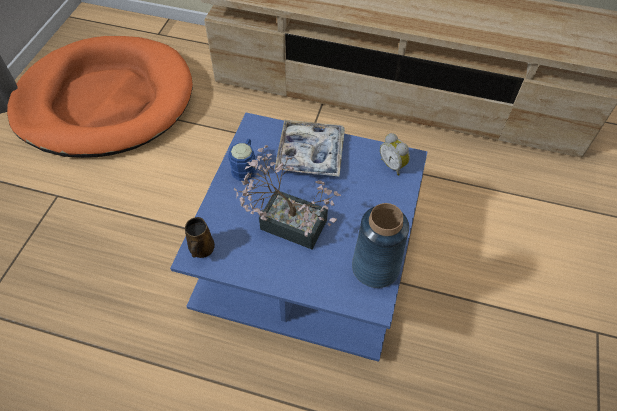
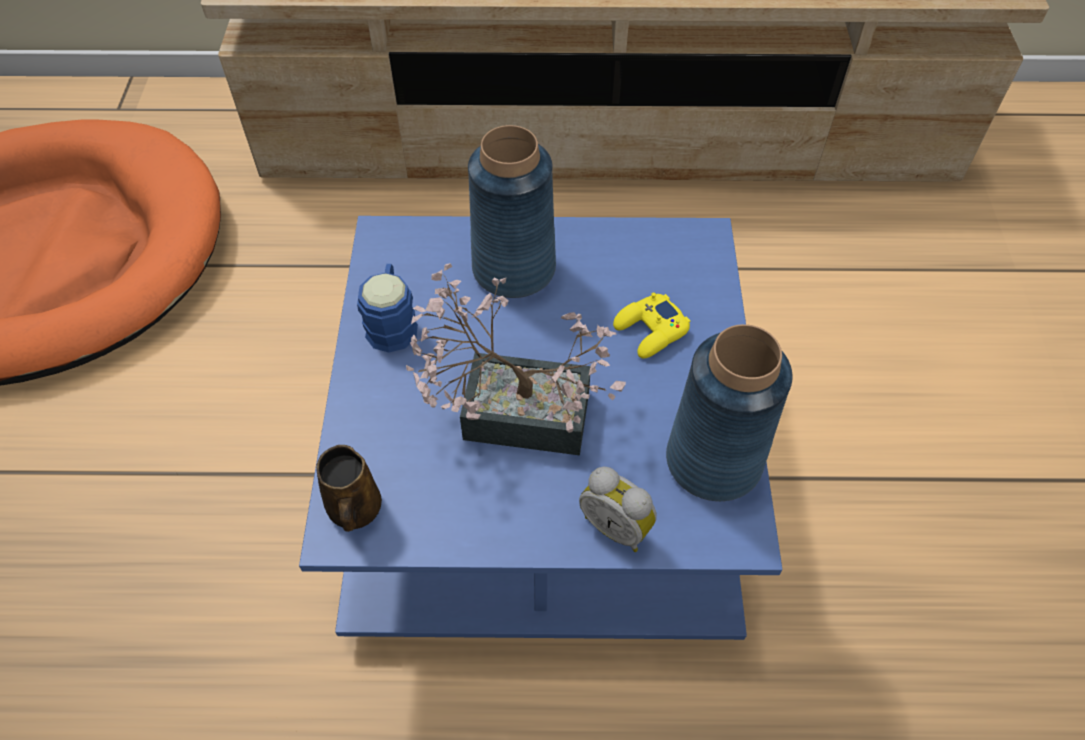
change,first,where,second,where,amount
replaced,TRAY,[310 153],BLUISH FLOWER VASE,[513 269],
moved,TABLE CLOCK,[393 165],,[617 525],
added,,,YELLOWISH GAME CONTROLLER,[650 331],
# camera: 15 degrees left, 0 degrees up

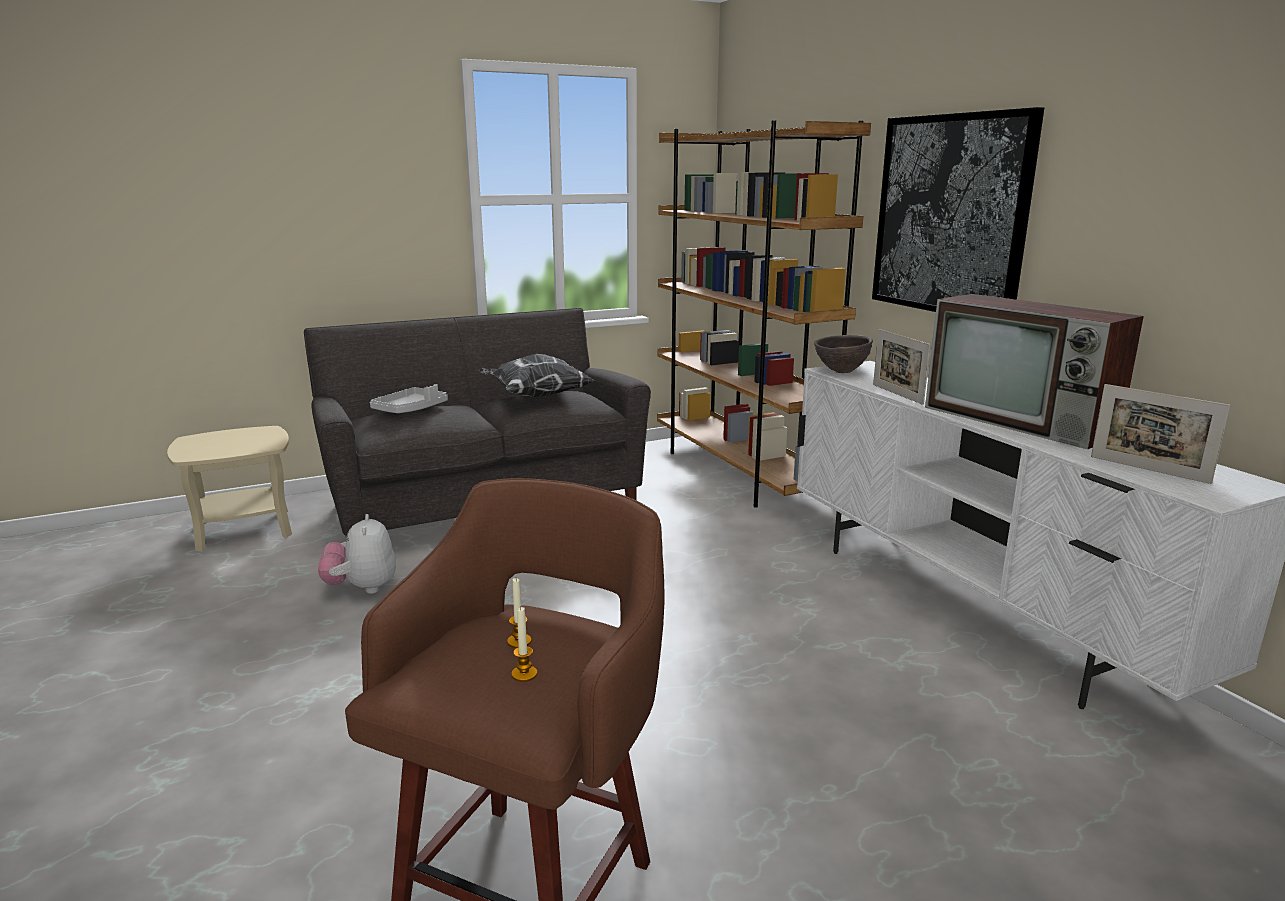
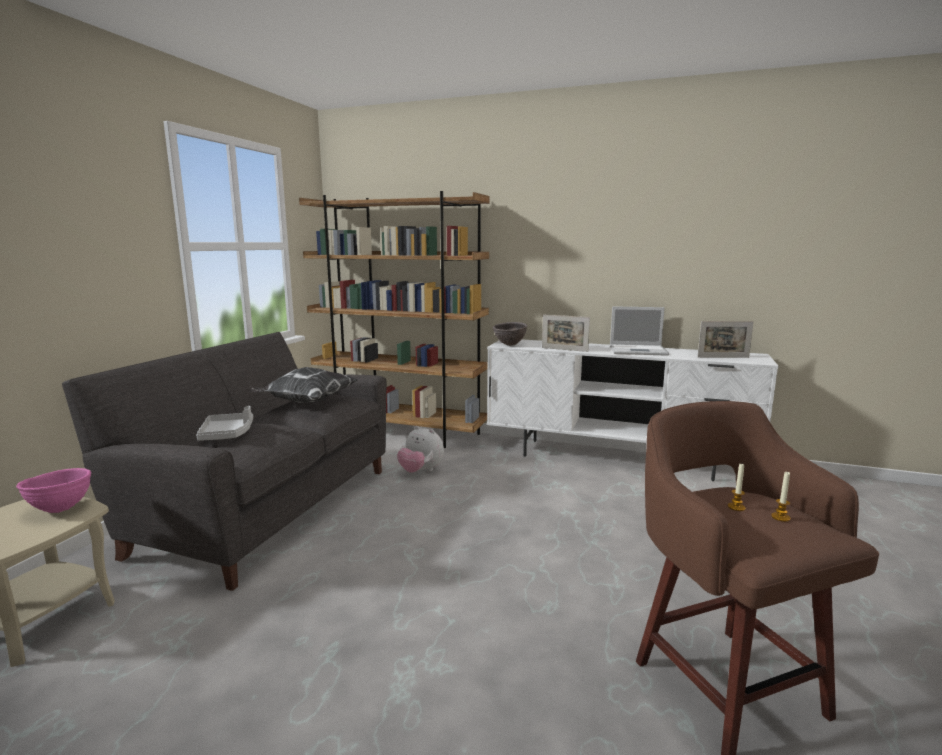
change,first,where,second,where,amount
moved,CUDDLY TOY,[362 588],,[421 471],
removed,WALL ART,[950 215],,,
replaced,TV SET,[1021 422],LAPTOP,[639 350],
added,,,PINKISH BOWL,[61 509],
# camera: 45 degrees left, 5 degrees down

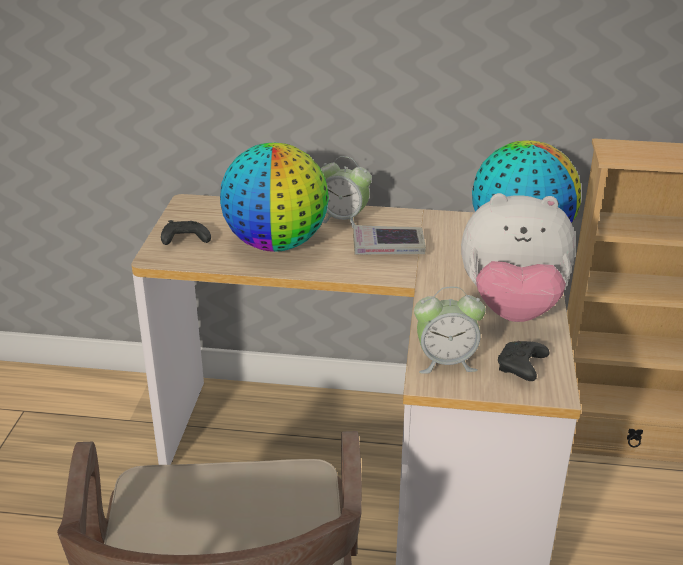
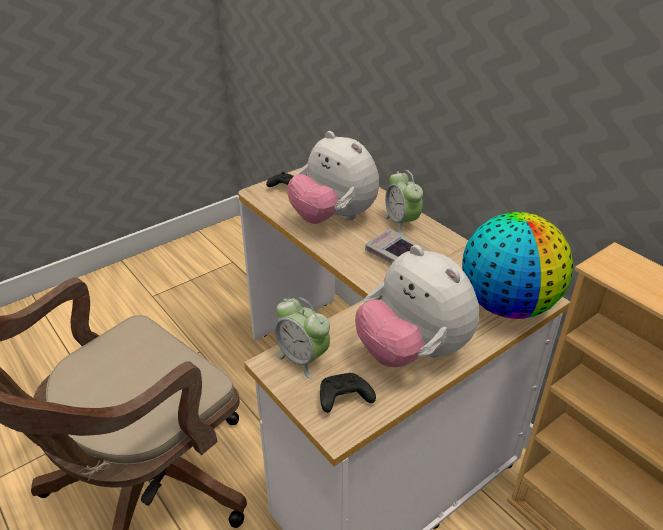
change,first,where,second,where,amount
replaced,DESK GLOBE,[276 244],CUDDLY TOY,[333 218],
# camera: 45 degrees right, 5 degrees up

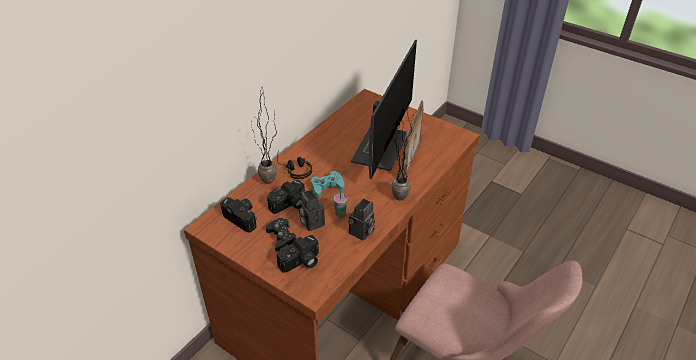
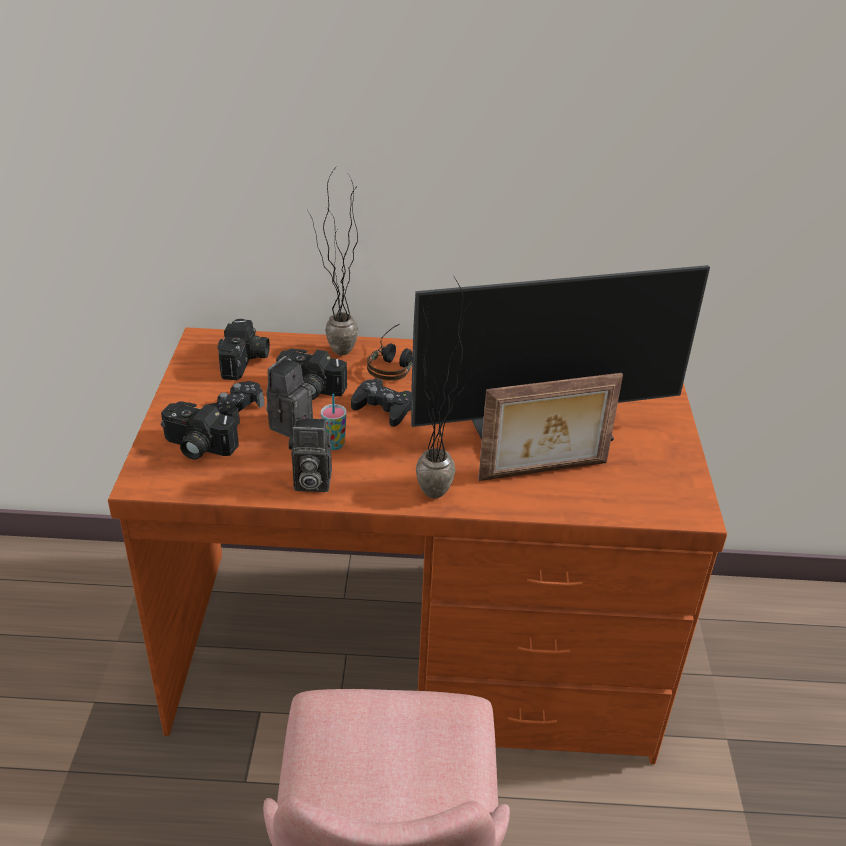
change,first,where,second,where,amount
recoloured,TURQUOISE GAME CONTROLLER,[327 187],BLACKISH GAME CONTROLLER,[383 408],
# camera: 55 degrees right, 5 degrees down

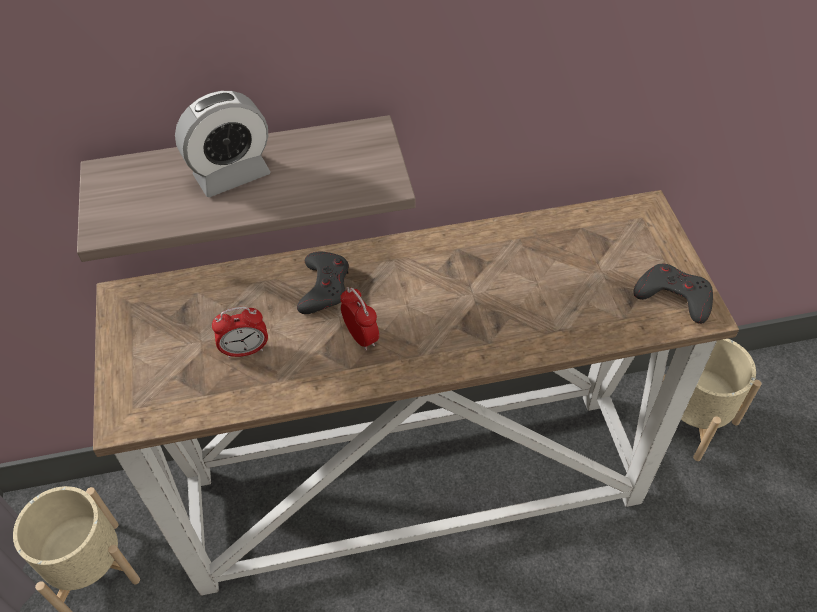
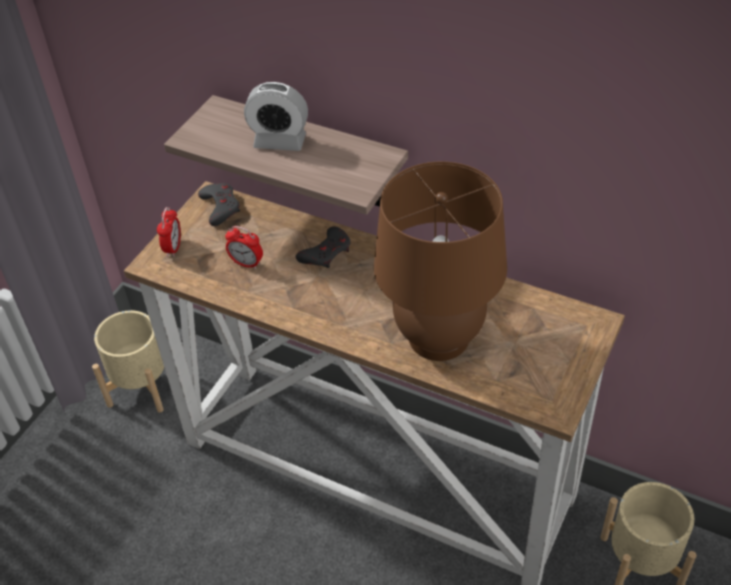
change,first,where,second,where,amount
moved,TABLE CLOCK,[361 336],,[173 248],
moved,GREY GAME CONTROLLER,[674 296],,[220 207],
added,,,BROWN-COLOURED LAMP FOR A TABLE,[438 337],
# camera: 40 degrees right, 5 degrees down

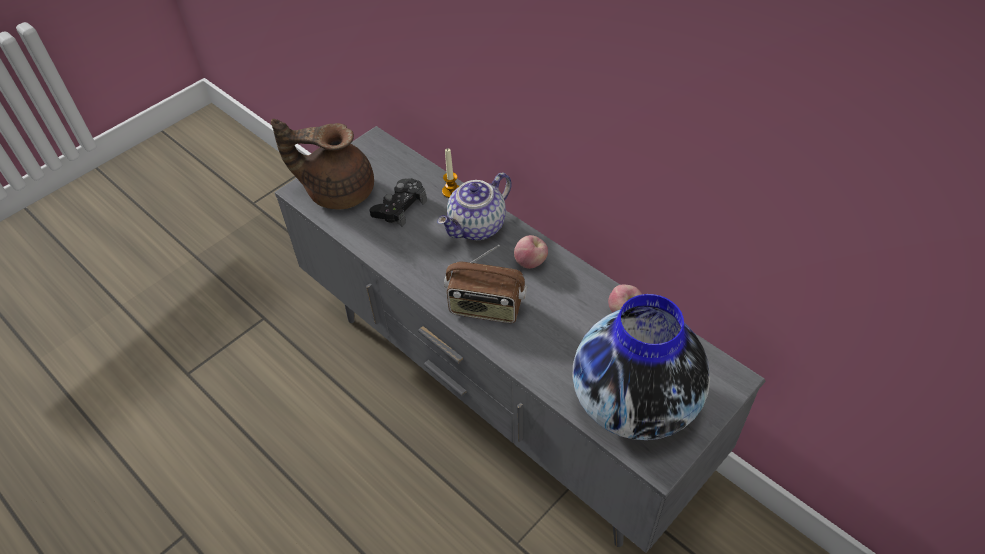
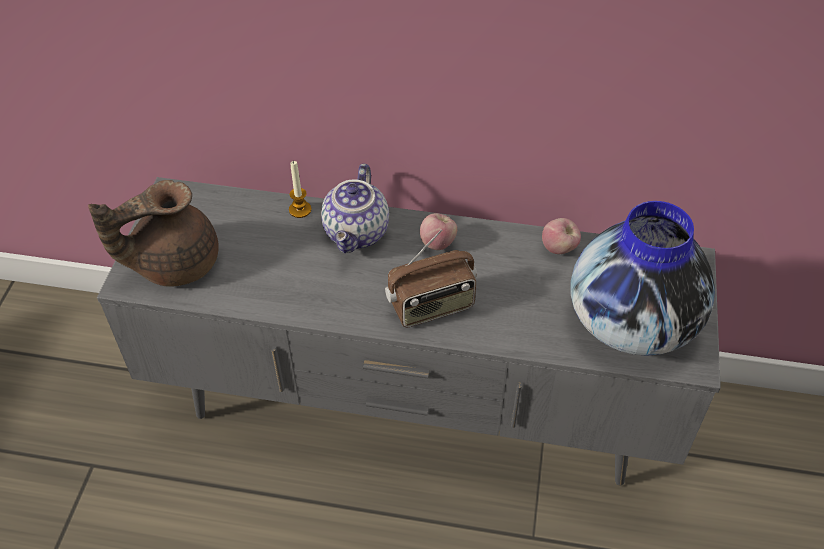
change,first,where,second,where,amount
removed,BLACKISH GAME CONTROLLER,[400 207],,,
# camera: 35 degrees left, 0 degrees up

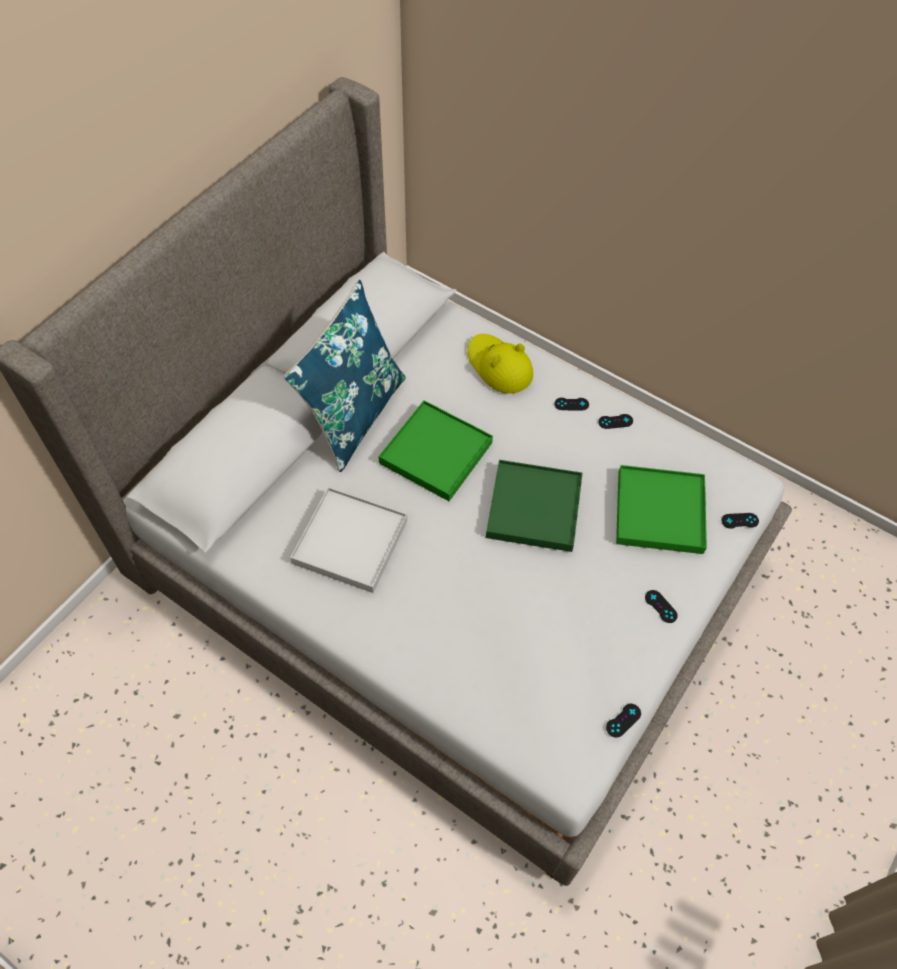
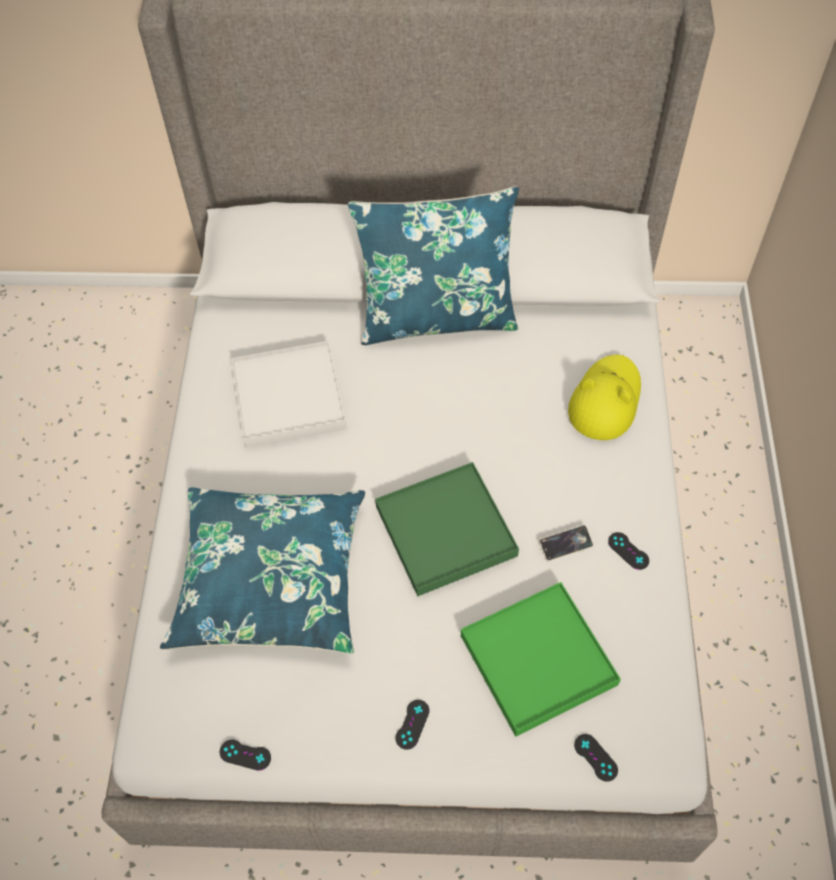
change,first,where,second,where,amount
removed,GREEN-COLOURED TRAY,[436 452],,,
removed,BLACKISH GAME CONTROLLER,[571 404],,,
added,,,BLUISH THROW PILLOW,[270 579],
added,,,TELEPHONE,[565 544],
# camera: 60 degrees right, 0 degrees up

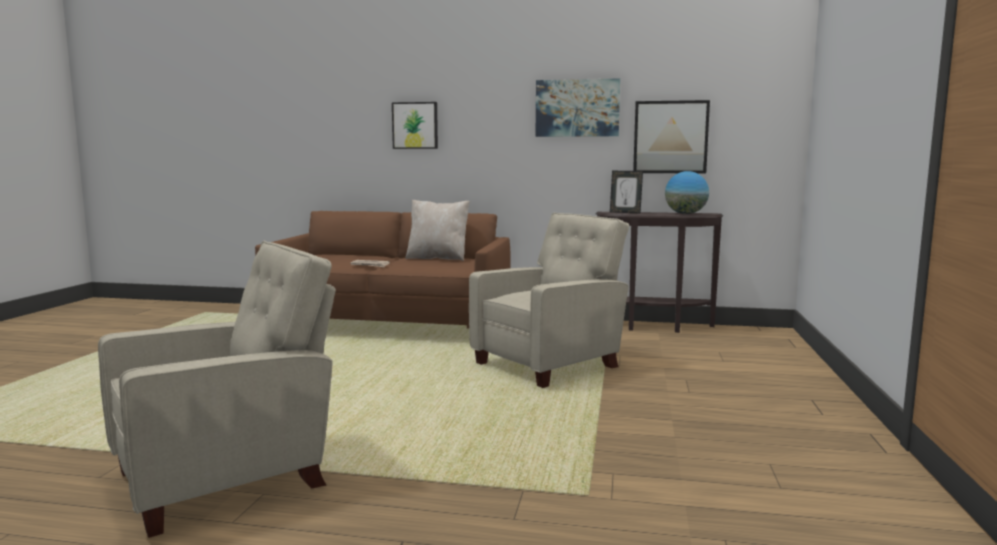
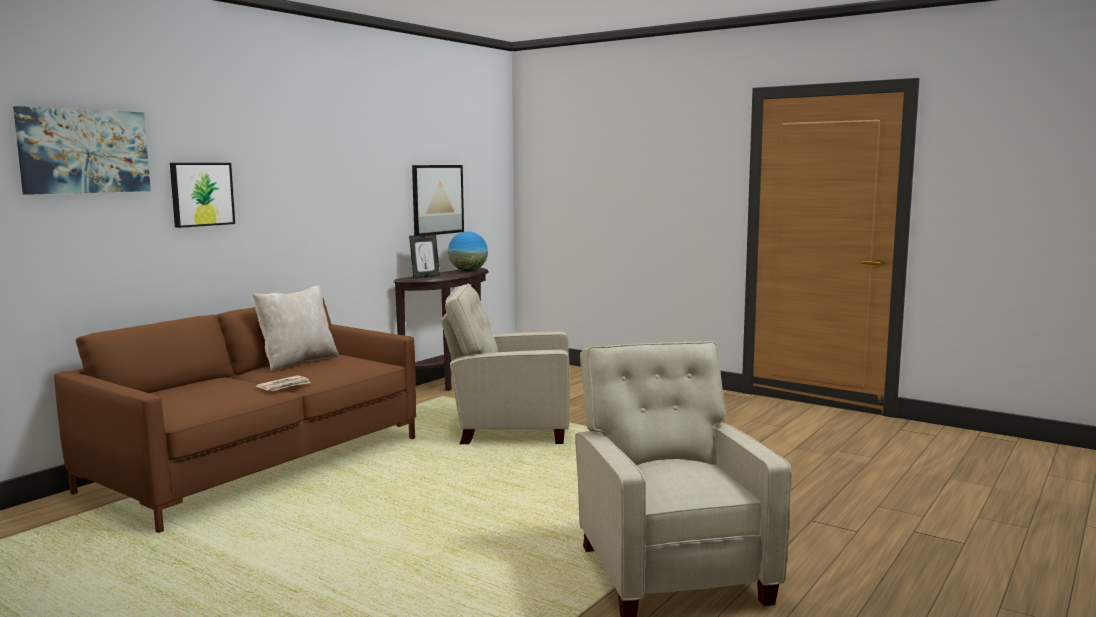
change,first,where,second,where,amount
turned,BEIGE-COLOURED LOUNGE CHAIR,[550 364],,[509 429],75 degrees counterclockwise
moved,WALL ART,[577 108],,[84 151],
# camera: 65 degrees left, 0 degrees up

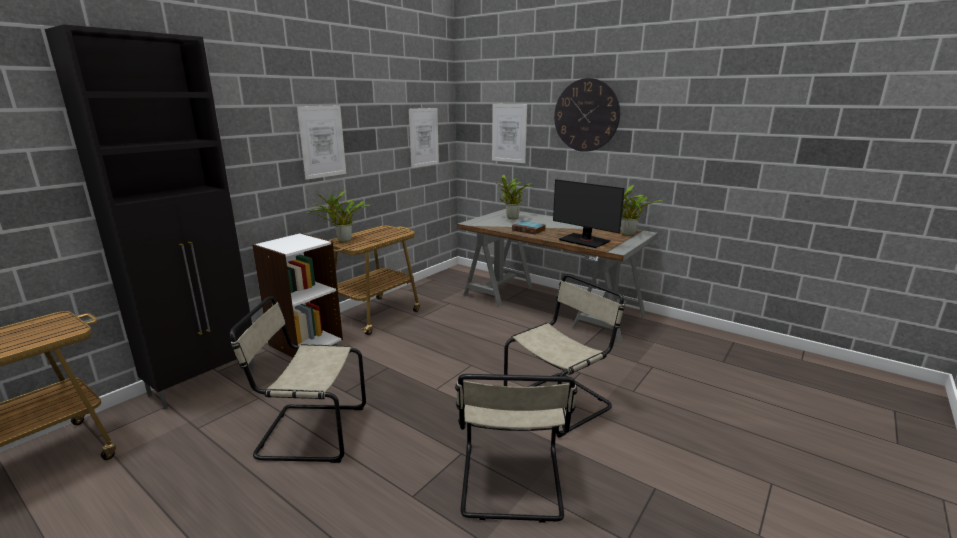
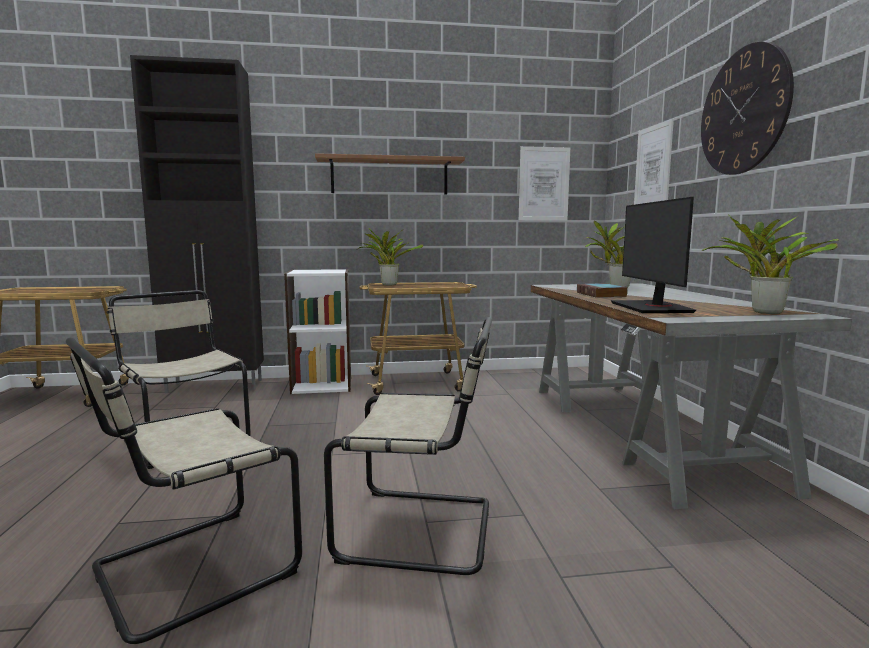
change,first,where,second,where,amount
replaced,WALL ART,[322 141],BROWN-COLOURED WALL SHELF,[389 176],
# camera: 45 degrees right, 10 degrees down

